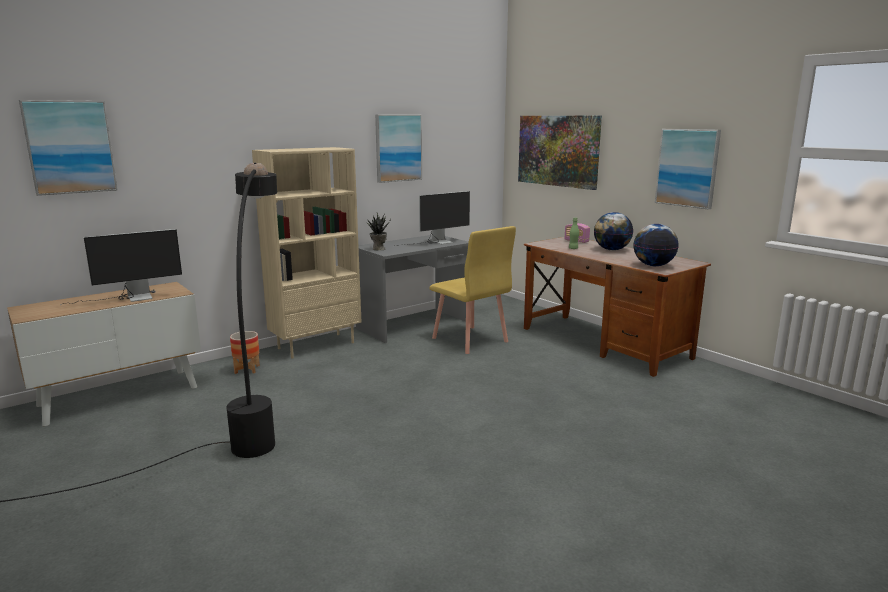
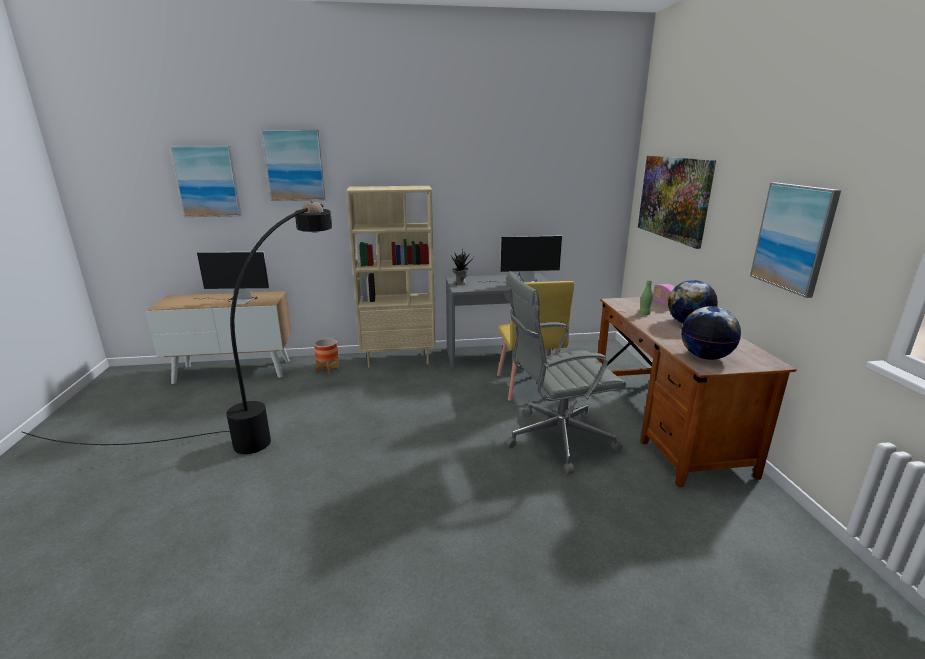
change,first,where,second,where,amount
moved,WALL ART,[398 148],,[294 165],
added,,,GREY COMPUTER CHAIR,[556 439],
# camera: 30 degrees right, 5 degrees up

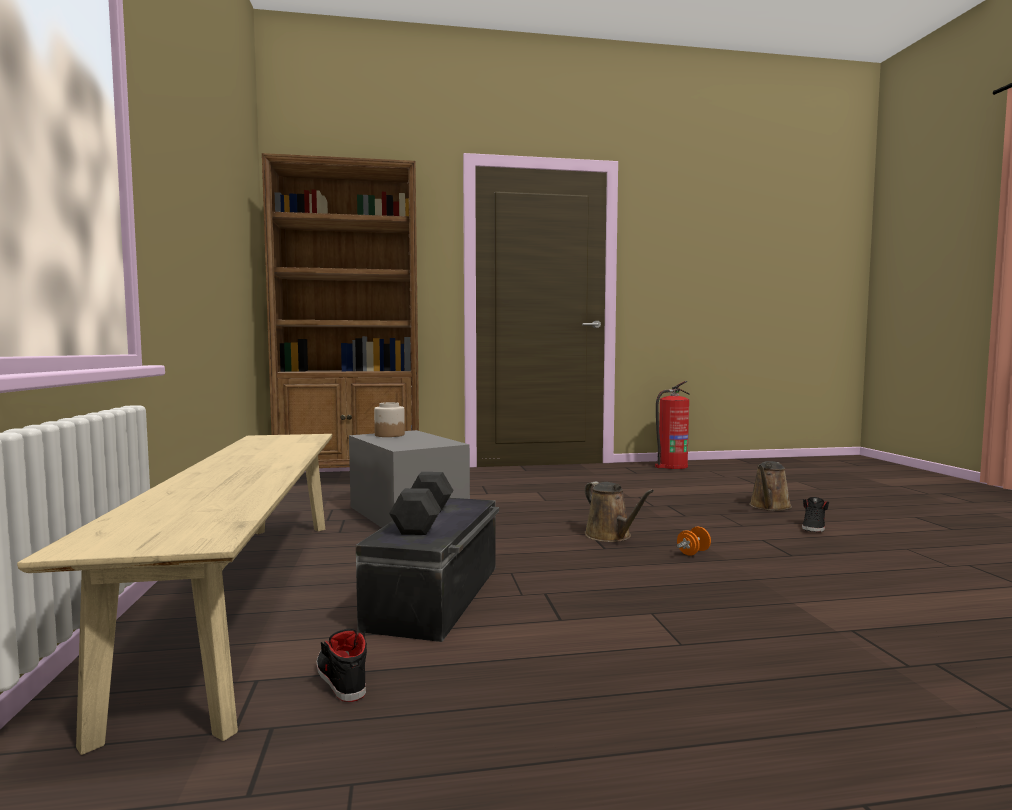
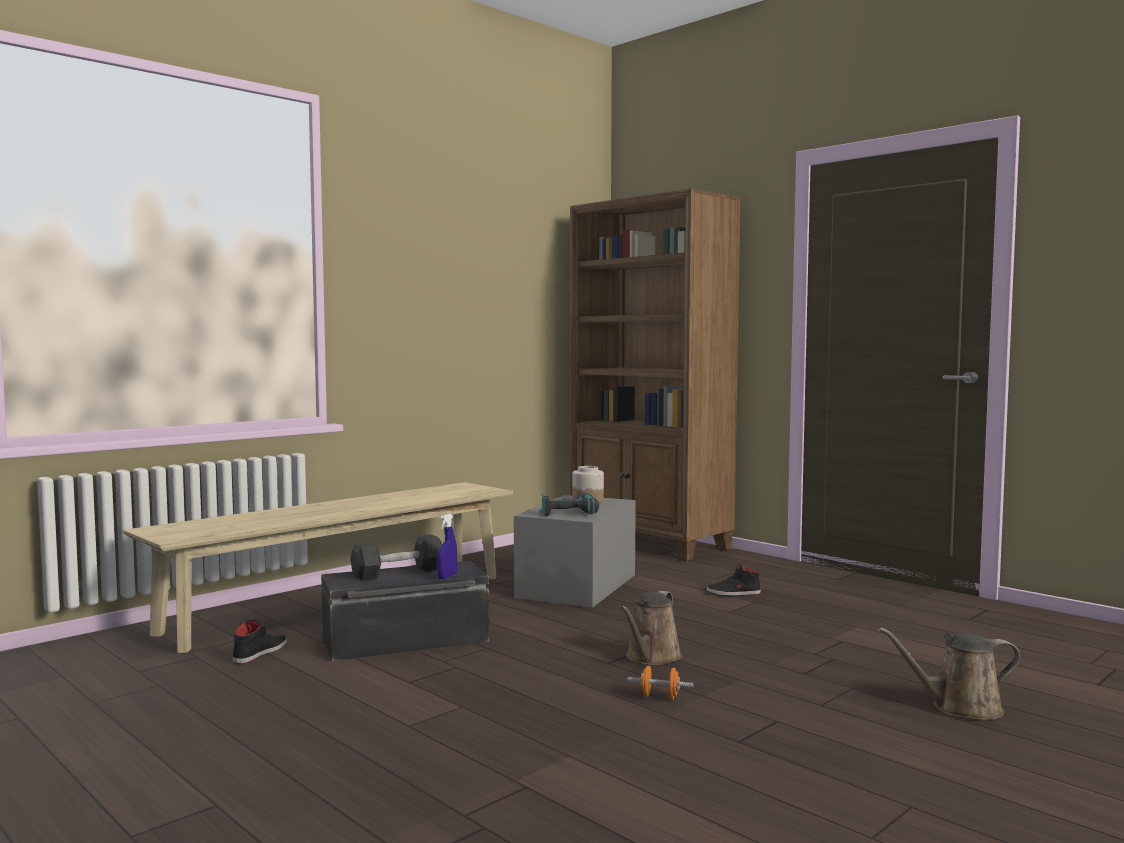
change,first,where,second,where,amount
removed,FIRE EXTINGUISHER,[671 466],,,
moved,BLACKISH ITEM OF FOOTWEAR,[814 527],,[733 593],
added,,,BLUISH HAND SPRAYER,[447 577],
added,,,DRILL,[568 512],
# camera: 55 degrees right, 0 degrees up

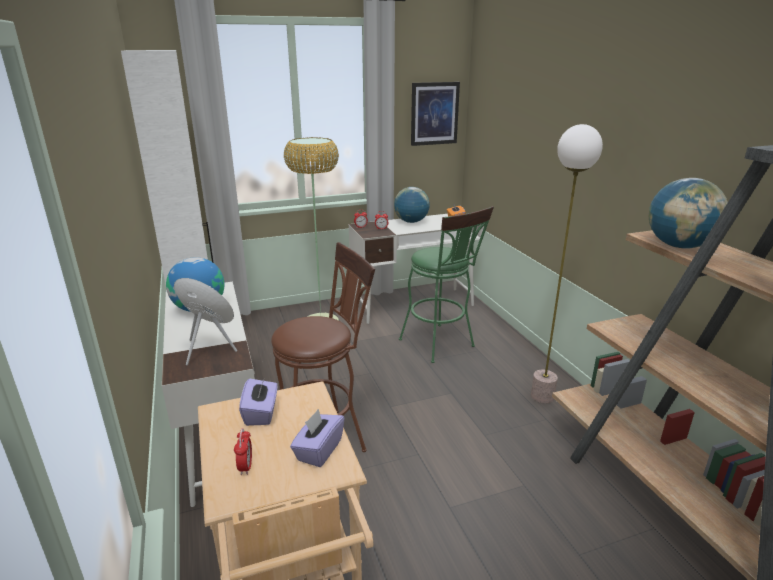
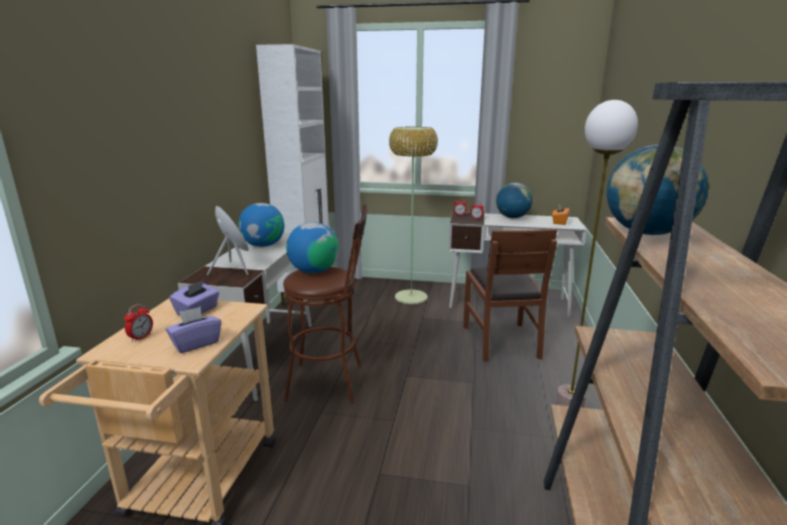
change,first,where,second,where,amount
replaced,GREEN-COLOURED SITTING STOOL,[440 345],BROWN-COLOURED PLAIN CHAIR,[501 341],
removed,WALL ART,[434 113],,,
added,,,DESK GLOBE,[314 271],
# camera: 30 degrees right, 5 degrees down

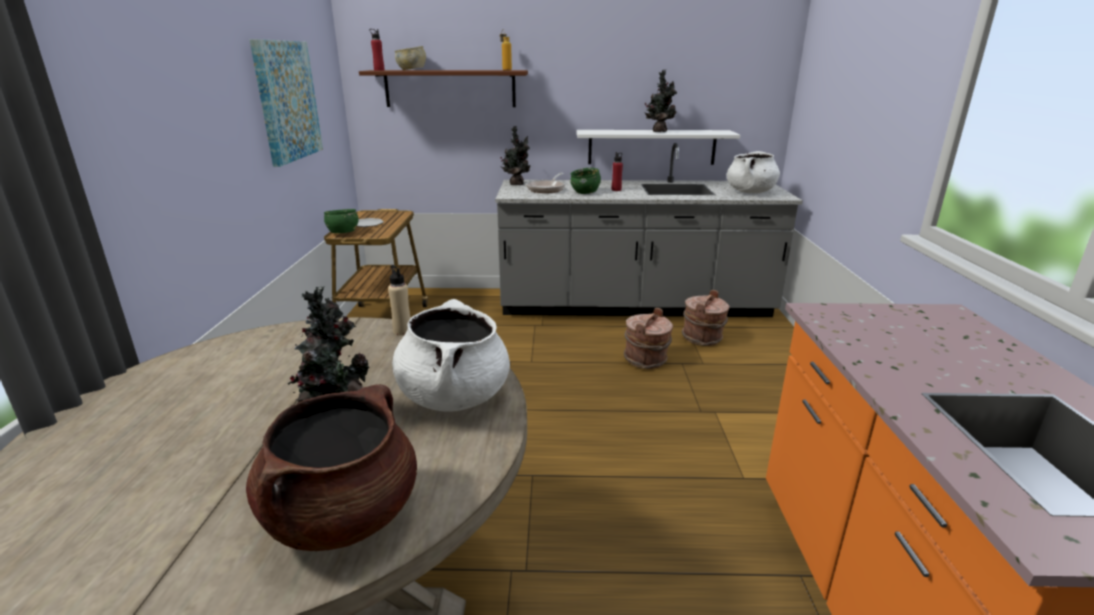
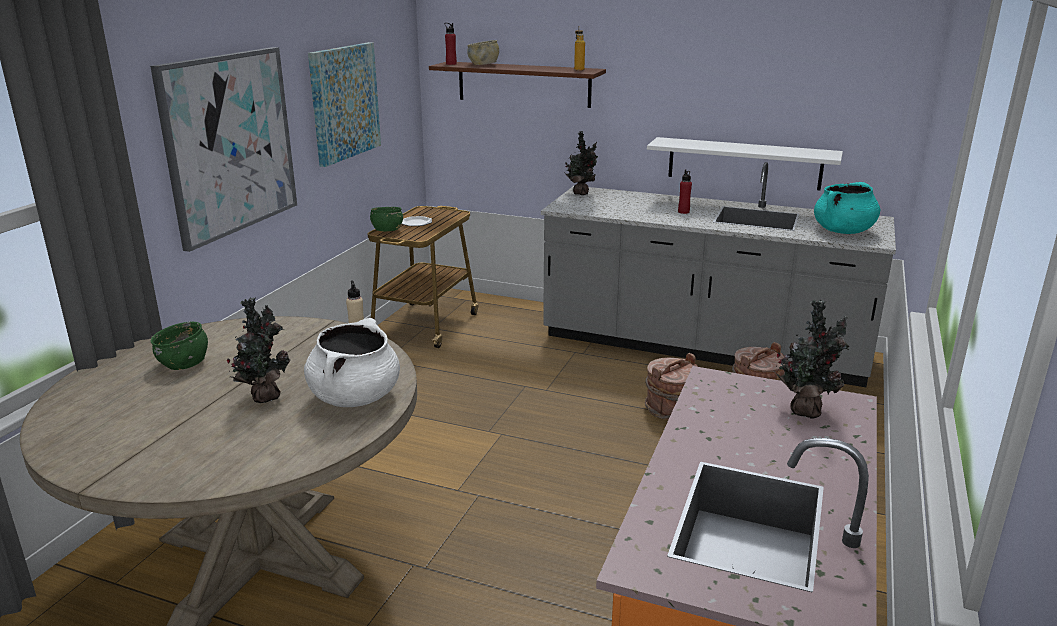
change,first,where,second,where,amount
removed,BROWN-COLOURED STOCKPOT,[343 515],,,
removed,FRYING PAN,[547 189],,,
moved,GREEN-COLOURED BOWL,[585 192],,[184 363],
moved,HOUSEPLANT,[659 131],,[805 410],
recoloured,WHITE STOCKPOT,[750 192],TURQUOISE STOCKPOT,[843 231],
added,,,WALL ART,[230 144],
# camera: 20 degrees right, 0 degrees up

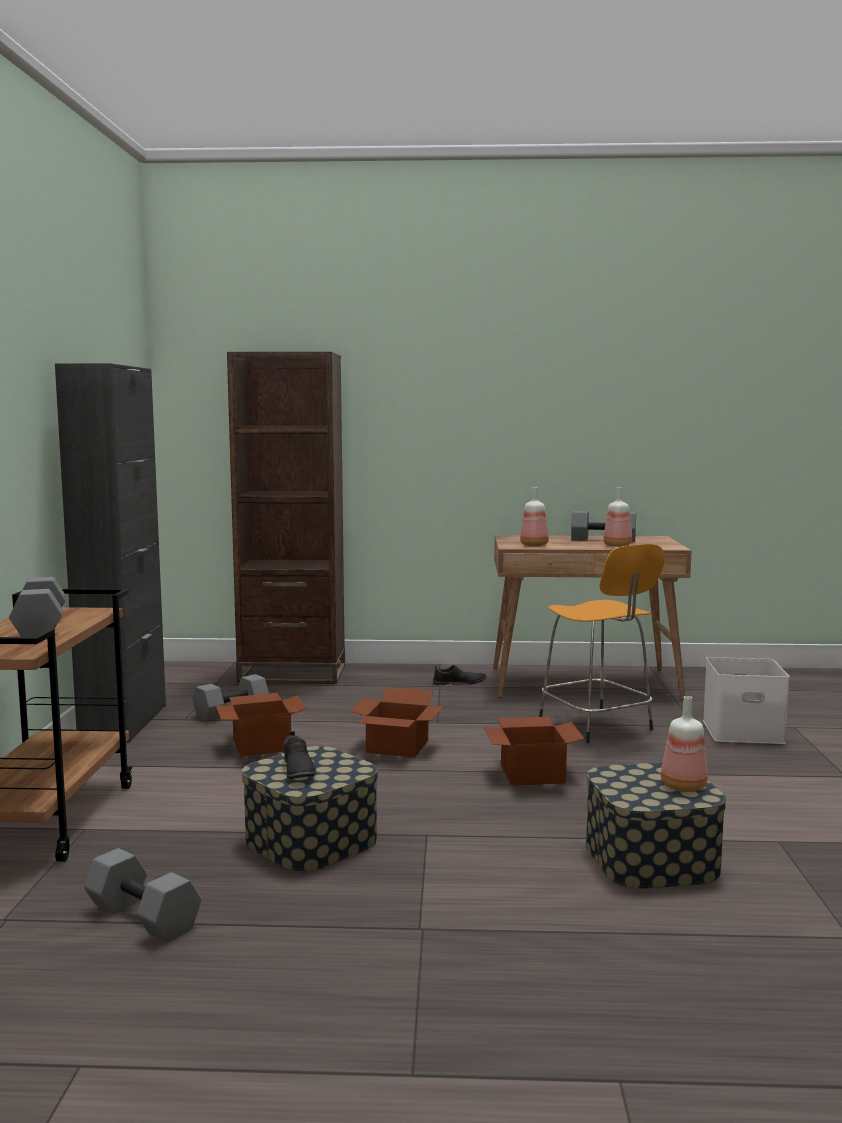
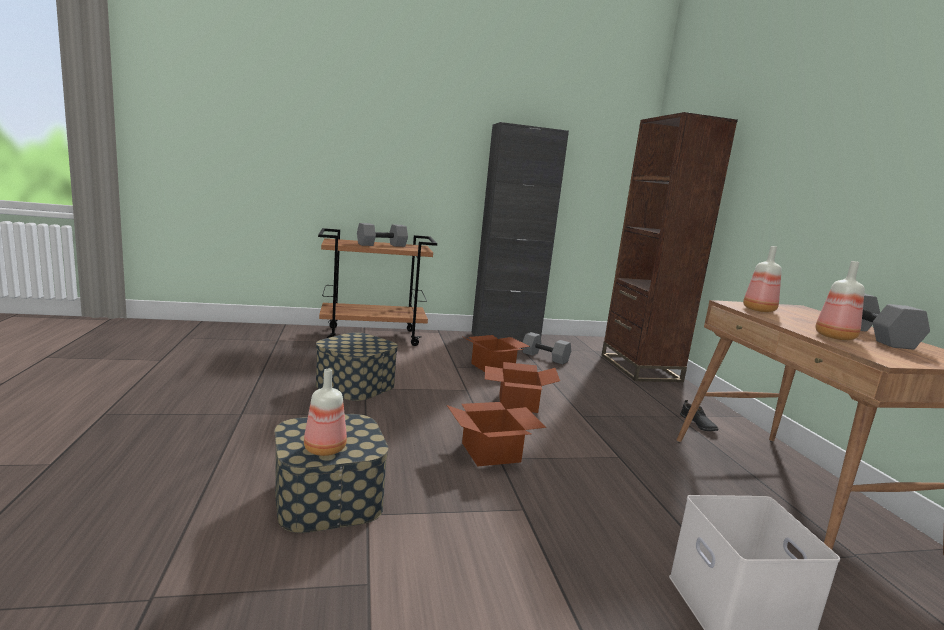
change,first,where,second,where,amount
removed,GREY HAND WEIGHT,[140 918],,,
removed,BLACKISH ITEM OF FOOTWEAR,[297 770],,,
removed,ORANGE-COLOURED SITTING STOOL,[597 726],,,
# camera: 75 degrees right, 5 degrees up

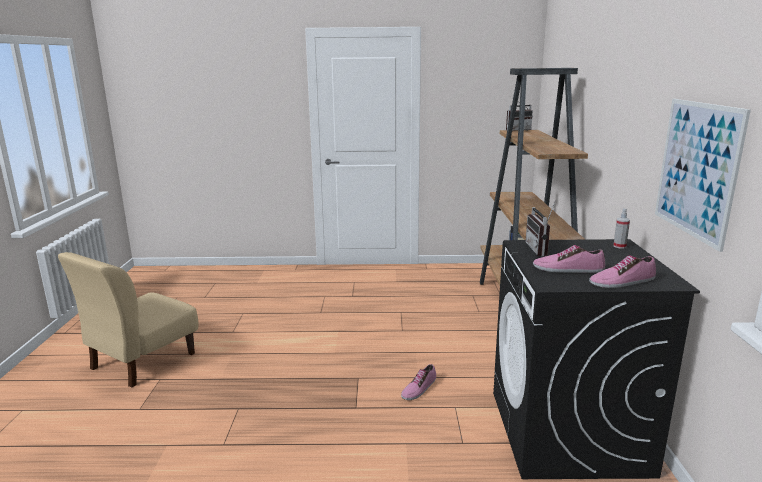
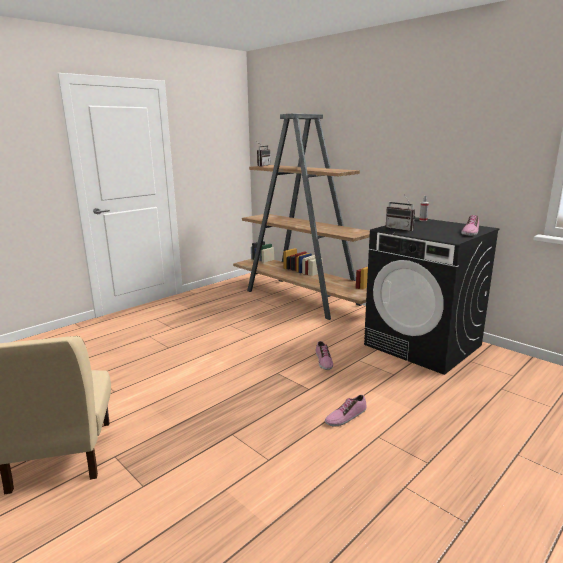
change,first,where,second,where,amount
moved,ITEM OF FOOTWEAR,[568 269],,[345 416],
removed,WALL ART,[697 169],,,
# camera: 45 degrees left, 0 degrees up

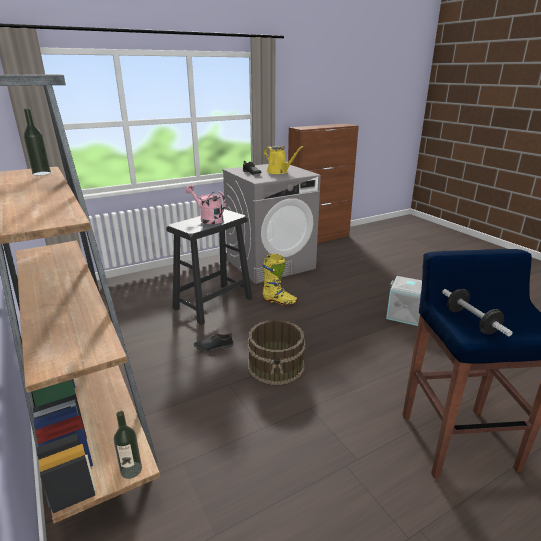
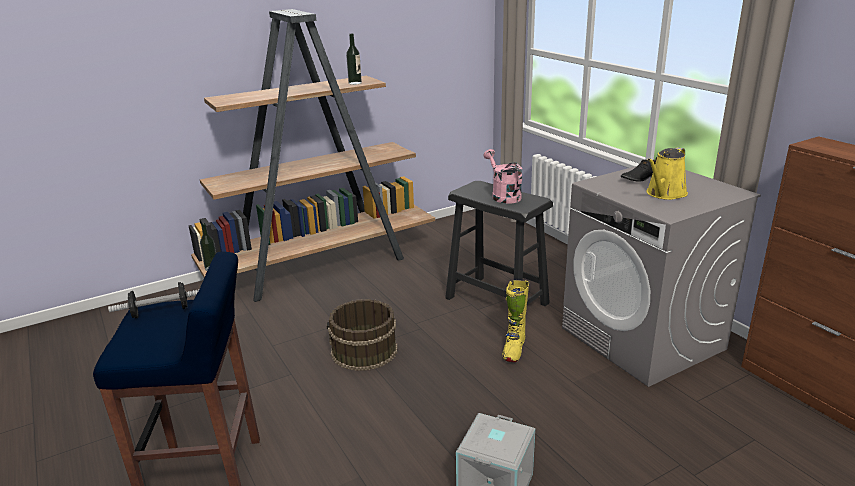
change,first,where,second,where,amount
turned,PINKISH WATERING POT,[208 219],,[503 195],60 degrees counterclockwise
removed,BLACKISH ITEM OF FOOTWEAR,[213 346],,,
# camera: 90 degrees right, 0 degrees up

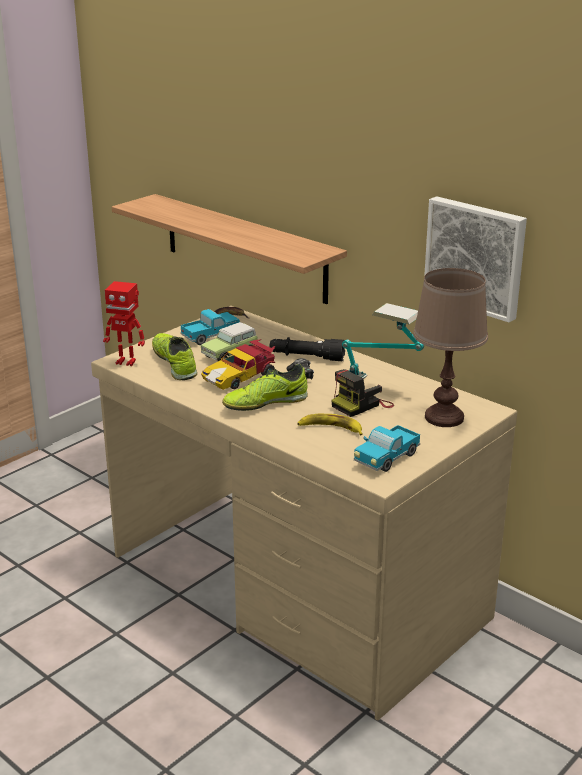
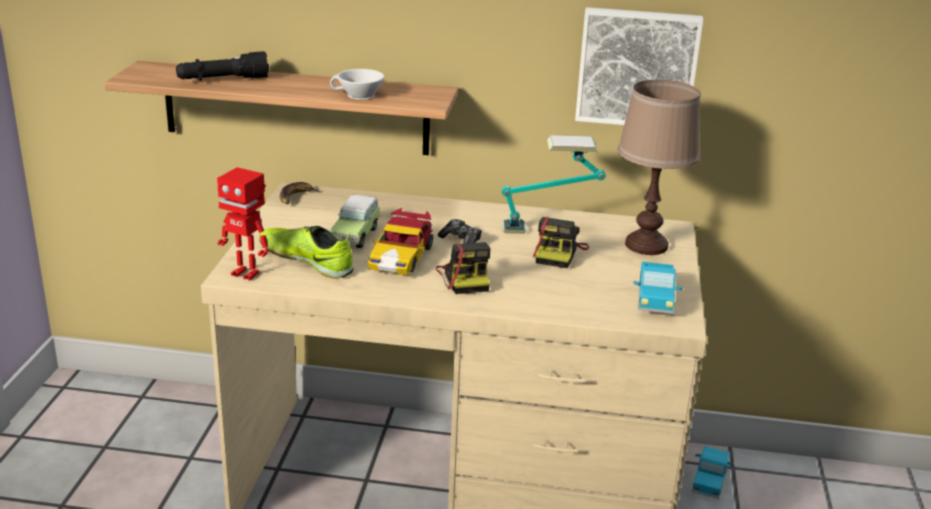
change,first,where,second,where,amount
turned,ROBOT FIGURE,[126 361],,[246 273],45 degrees clockwise
moved,MODEL TRUCK,[211 336],,[709 481],
replaced,ITEM OF FOOTWEAR,[265 403],PHOTO CAMERA,[465 278],
moved,BLACKISH HAND TORCH,[306 357],,[223 80],
removed,WHOLE BANANA,[330 429],,,
added,,,WHITE DRINKING CUP,[359 95],
# camera: 35 degrees left, 0 degrees up

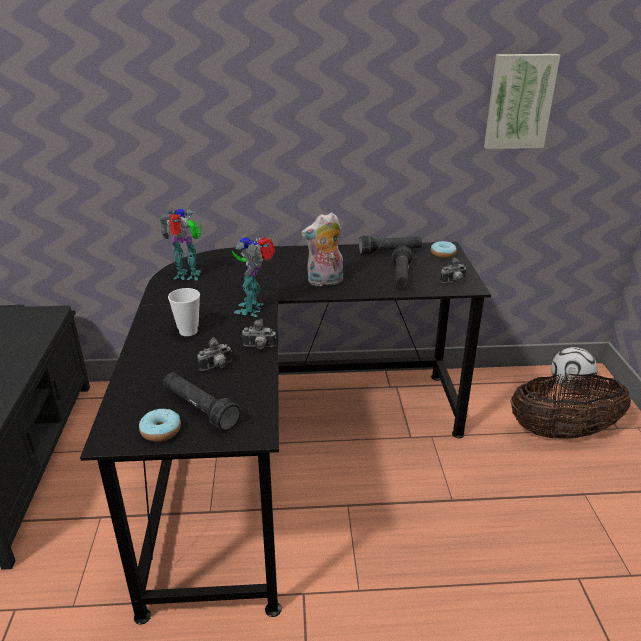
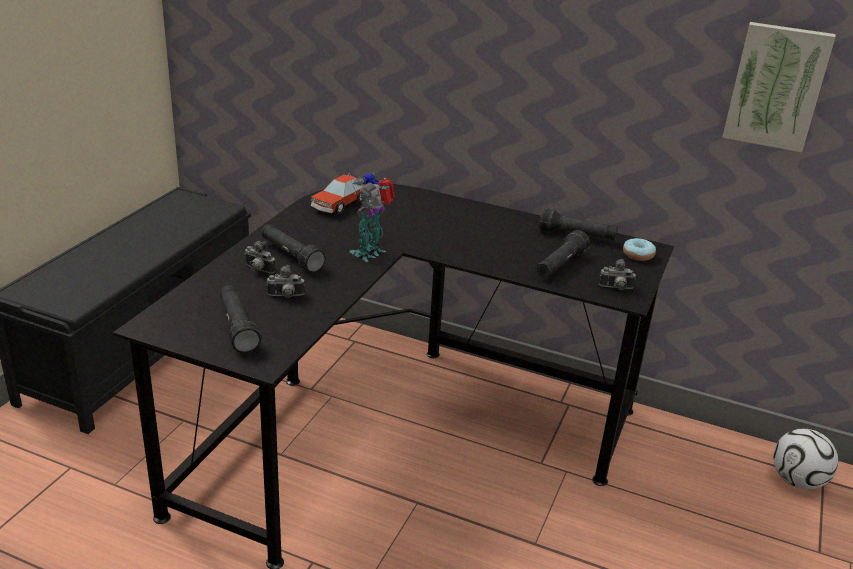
change,first,where,second,where,amount
removed,DOUGHNUT,[161 431],,,
replaced,ROBOT FIGURE,[188 276],TOY CAR,[339 204],
replaced,DRINKING CUP,[188 331],BLACKISH HAND TORCH,[291 256],
moved,PHOTO CAMERA,[259 347],,[258 270],
removed,CUDDLY TOY,[324 282],,,
removed,HOUSEHOLD BASKET,[562 432],,,
# camera: 25 degrees right, 0 degrees up

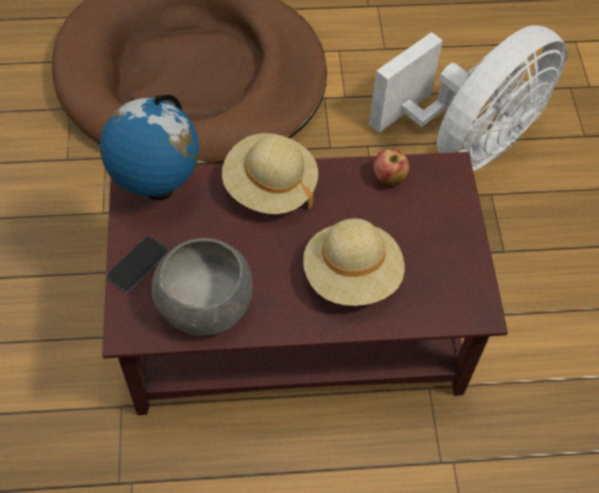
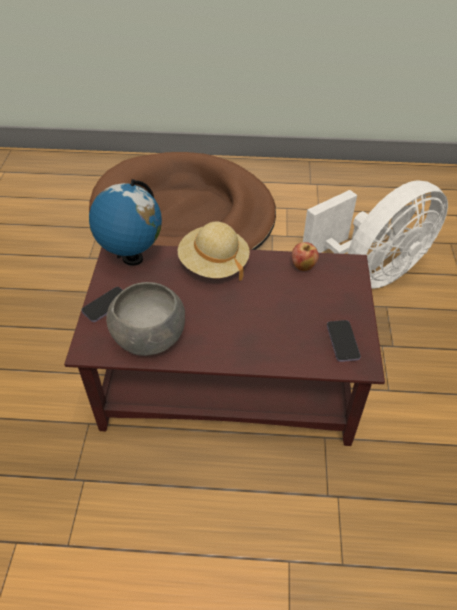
change,first,where,second,where,amount
removed,BEIGE-COLOURED WEARABLE HAT,[352 275],,,
added,,,TELEPHONE,[342 342],
# camera: 10 degrees right, 10 degrees down

